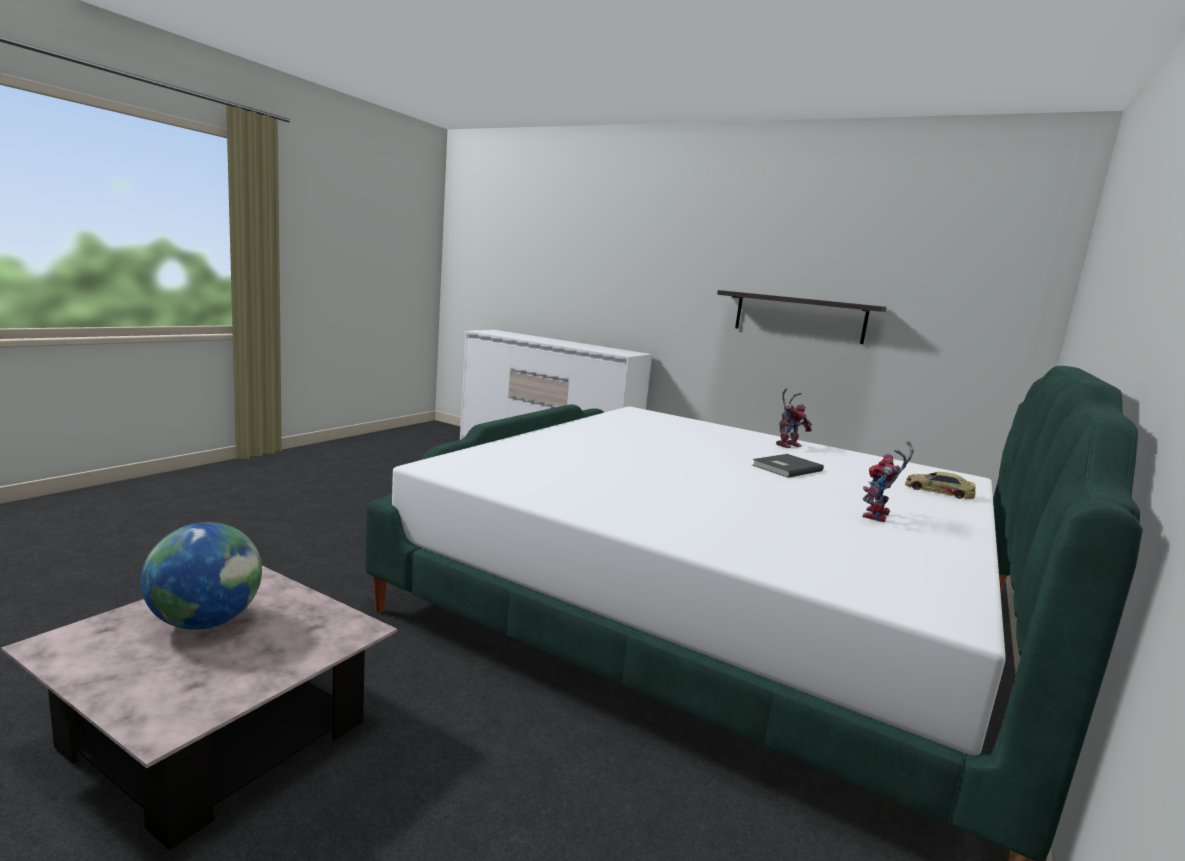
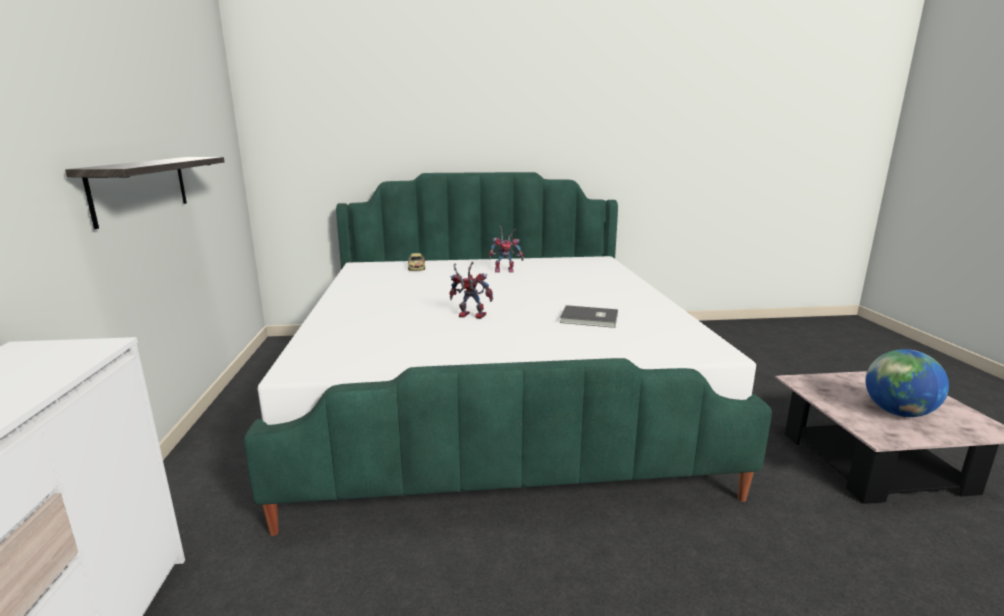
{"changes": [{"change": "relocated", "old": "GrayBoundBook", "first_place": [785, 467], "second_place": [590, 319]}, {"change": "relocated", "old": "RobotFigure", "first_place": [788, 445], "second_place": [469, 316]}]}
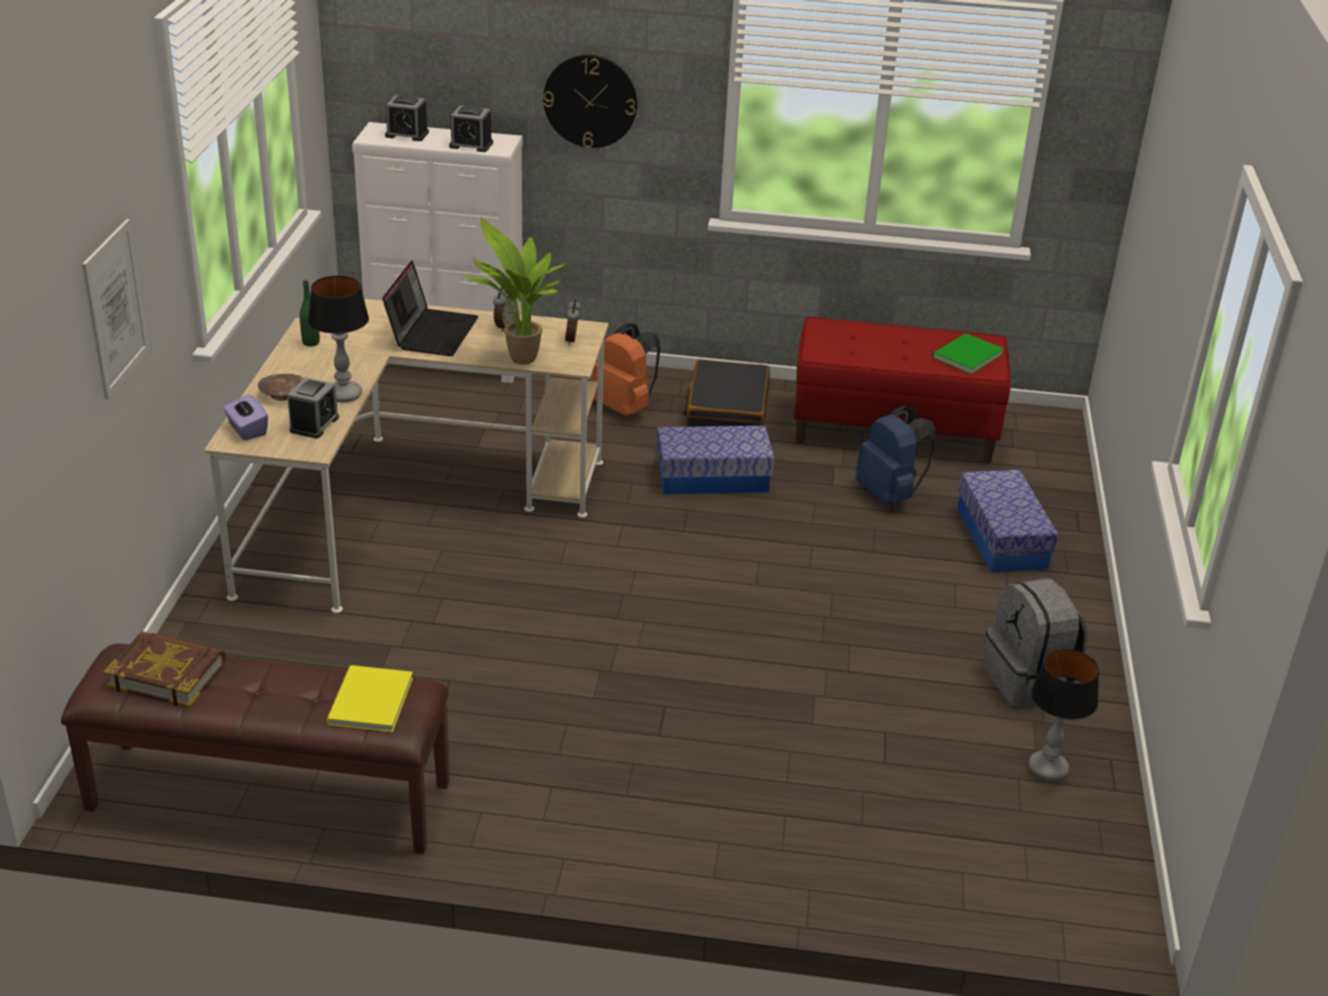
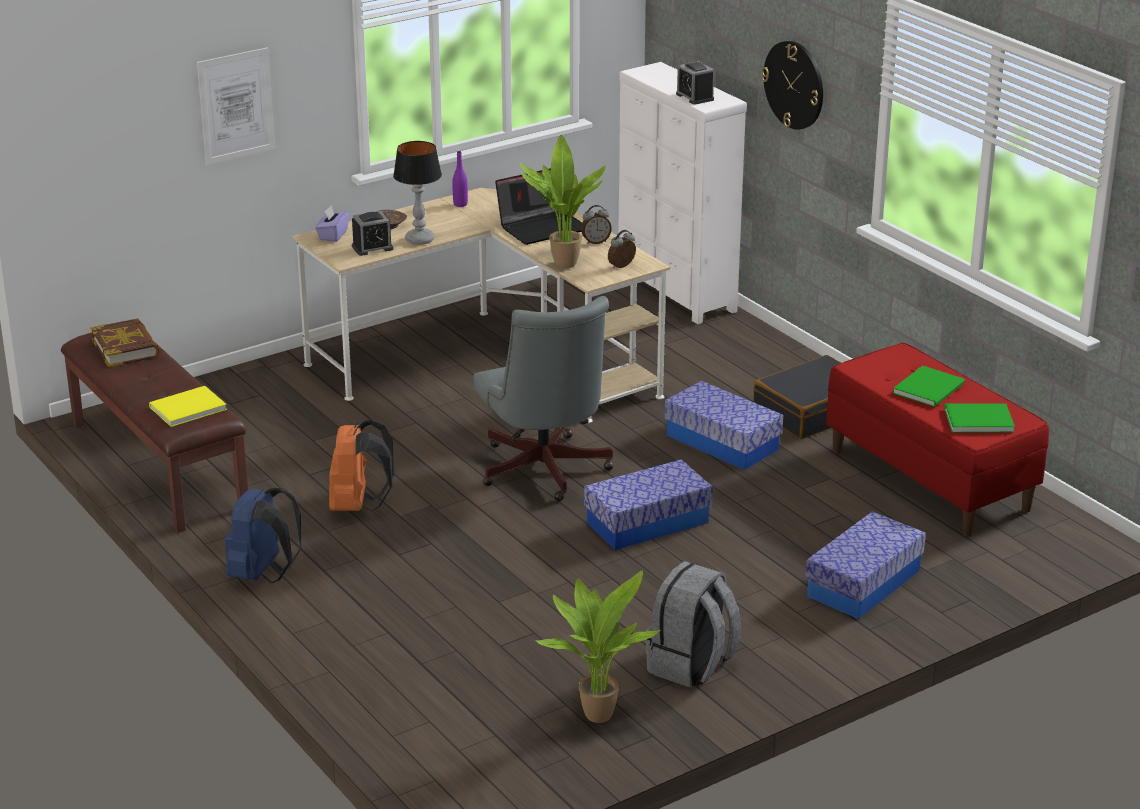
{"changes": [{"change": "colour", "old": "GreenishBottle", "new": "PurplishBottle", "first_place": [311, 342], "second_place": [460, 204]}, {"change": "missing", "old": "TableClock", "first_place": [407, 134]}, {"change": "relocated", "old": "OrangeyRucksack", "first_place": [625, 407], "second_place": [358, 506]}, {"change": "relocated", "old": "BlueColouredRucksack", "first_place": [890, 494], "second_place": [263, 575]}, {"change": "exchanged", "old": "LampForATable", "new": "Houseplant", "first_place": [1048, 769], "second_place": [596, 713]}, {"change": "appeared", "new": "GrayOfficeChair", "second_place": [545, 473]}, {"change": "appeared", "new": "StorageBin", "second_place": [647, 523]}, {"change": "appeared", "new": "GreenishBoundBook", "second_place": [931, 388]}]}
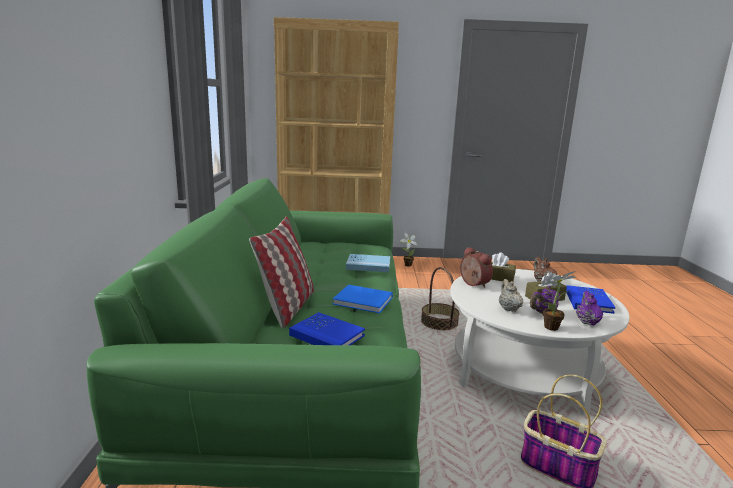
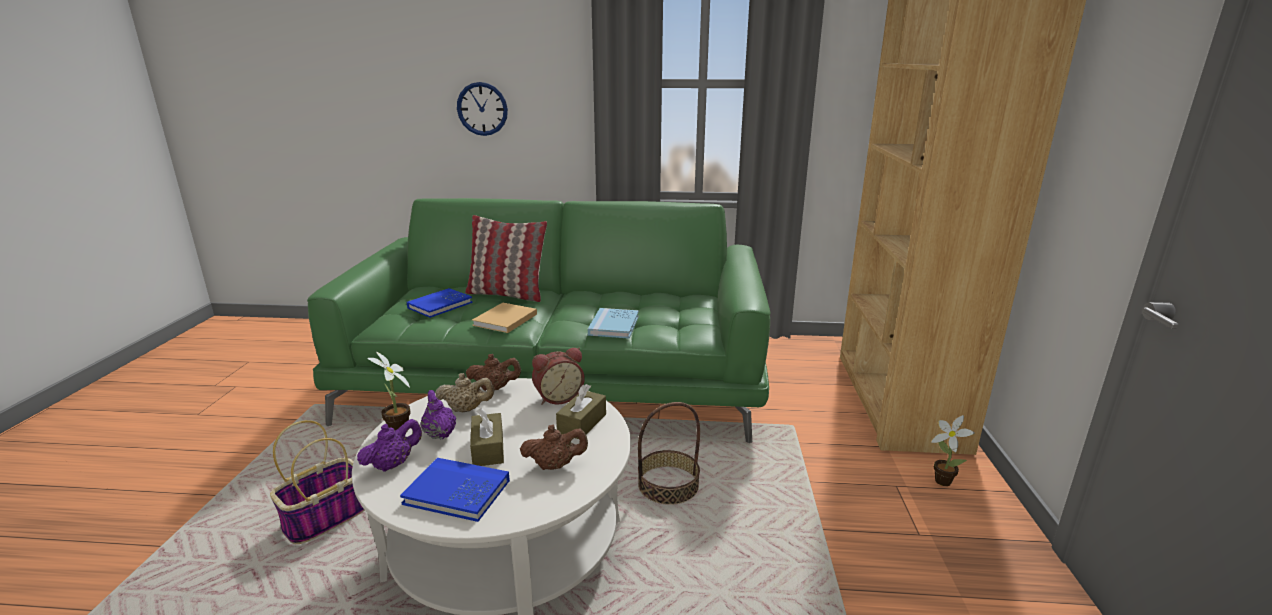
{"changes": [{"change": "colour", "old": "BlueColouredBoundBook", "new": "SandColouredBoundBook", "first_place": [364, 301], "second_place": [504, 320]}, {"change": "spun", "old": "PurplishTeaPot", "first_place": [587, 322], "second_place": [393, 464], "degrees": -60}, {"change": "appeared", "new": "WallClock", "second_place": [482, 109]}, {"change": "appeared", "new": "BrownishTeaPot", "second_place": [495, 388]}]}
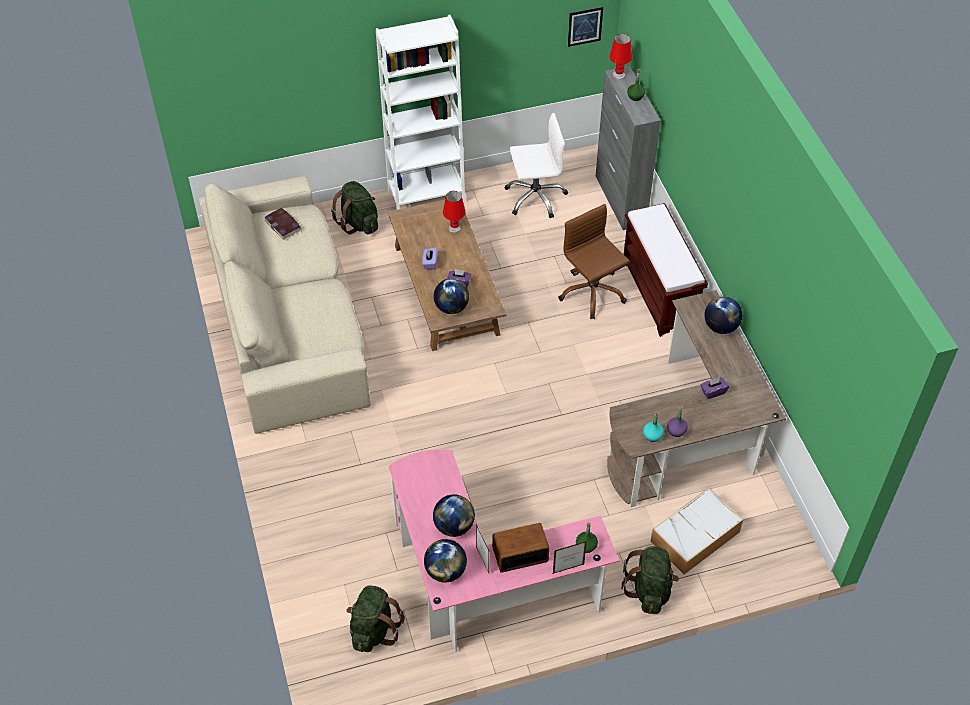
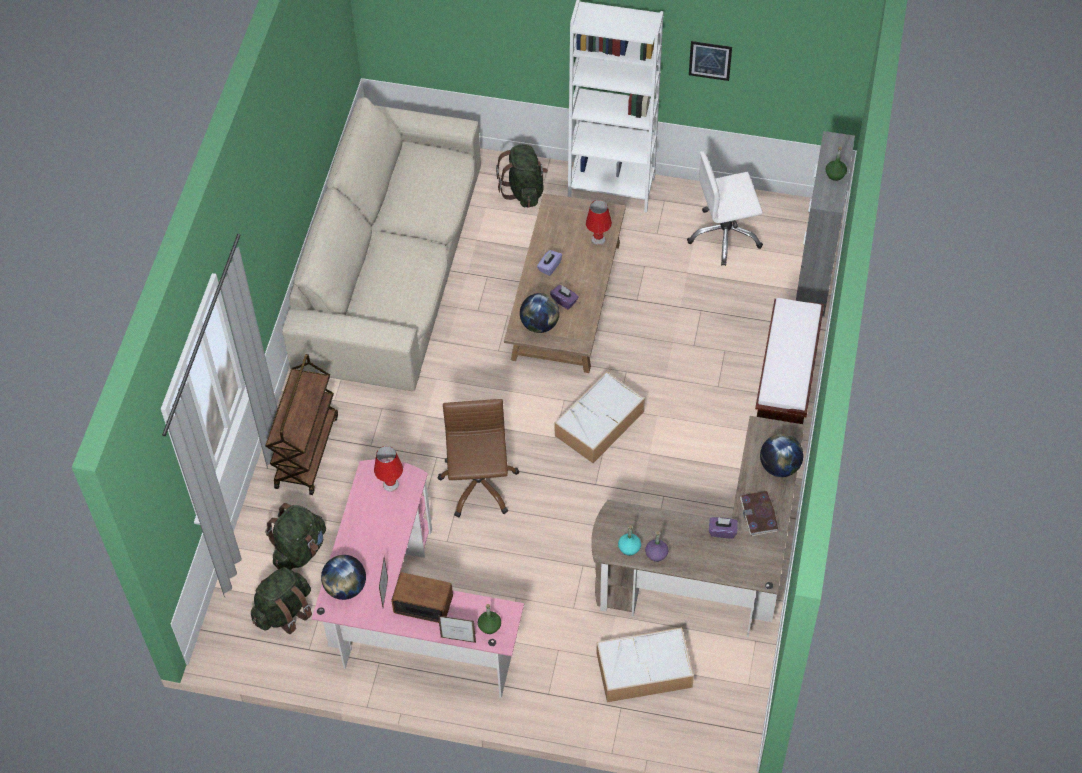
{"changes": [{"change": "relocated", "old": "BoundBook", "first_place": [283, 225], "second_place": [759, 515]}, {"change": "missing", "old": "DeskGlobe", "first_place": [454, 526]}, {"change": "spun", "old": "WhitishOfficeChair", "first_place": [535, 197], "second_place": [725, 236], "degrees": 150}, {"change": "relocated", "old": "BrownishOfficeChair", "first_place": [591, 293], "second_place": [478, 485]}, {"change": "relocated", "old": "WallPicture", "first_place": [585, 26], "second_place": [710, 60]}, {"change": "relocated", "old": "ReddishLampForATable", "first_place": [619, 75], "second_place": [391, 484]}, {"change": "relocated", "old": "GreenishRucksack", "first_place": [649, 590], "second_place": [300, 550]}, {"change": "appeared", "new": "BrownishTrolley", "second_place": [306, 451]}, {"change": "appeared", "new": "StorageBin", "second_place": [599, 424]}]}
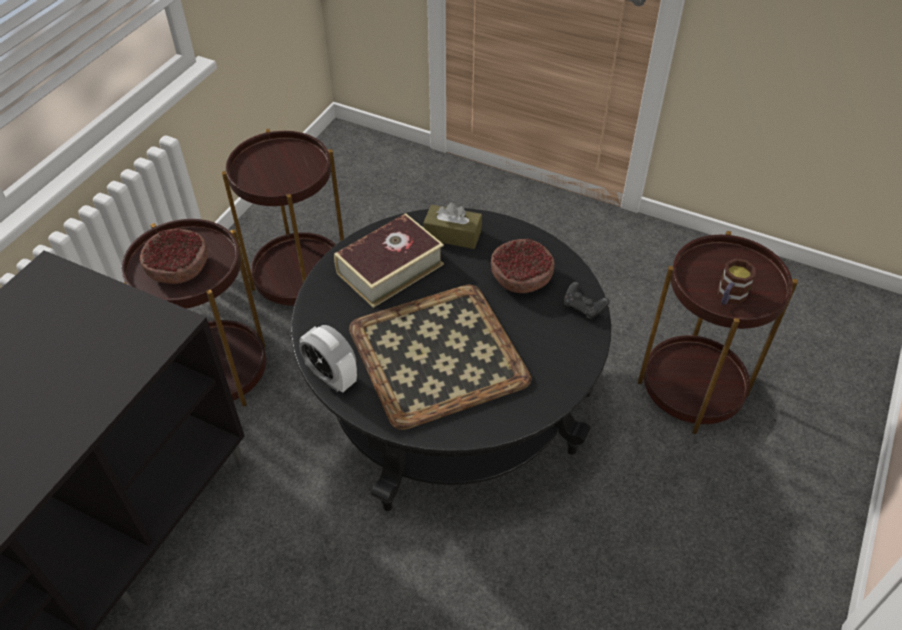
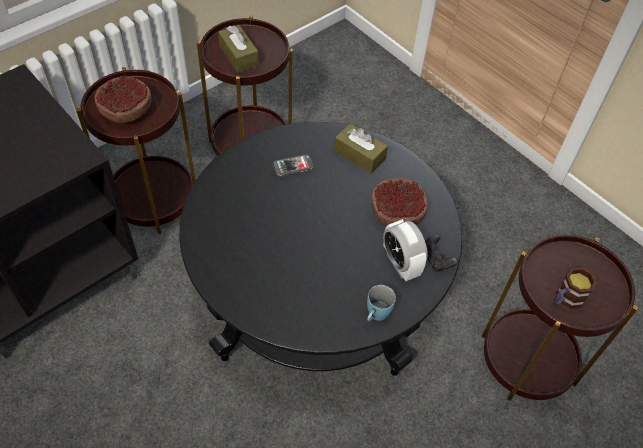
{"changes": [{"change": "relocated", "old": "TableClock", "first_place": [331, 377], "second_place": [400, 264]}, {"change": "exchanged", "old": "BoundBook", "new": "Phone", "first_place": [390, 268], "second_place": [293, 166]}, {"change": "missing", "old": "Tray", "first_place": [438, 353]}, {"change": "appeared", "new": "BrownishTissueBox", "second_place": [239, 56]}, {"change": "appeared", "new": "BlueColouredCoffeeMug", "second_place": [376, 315]}]}
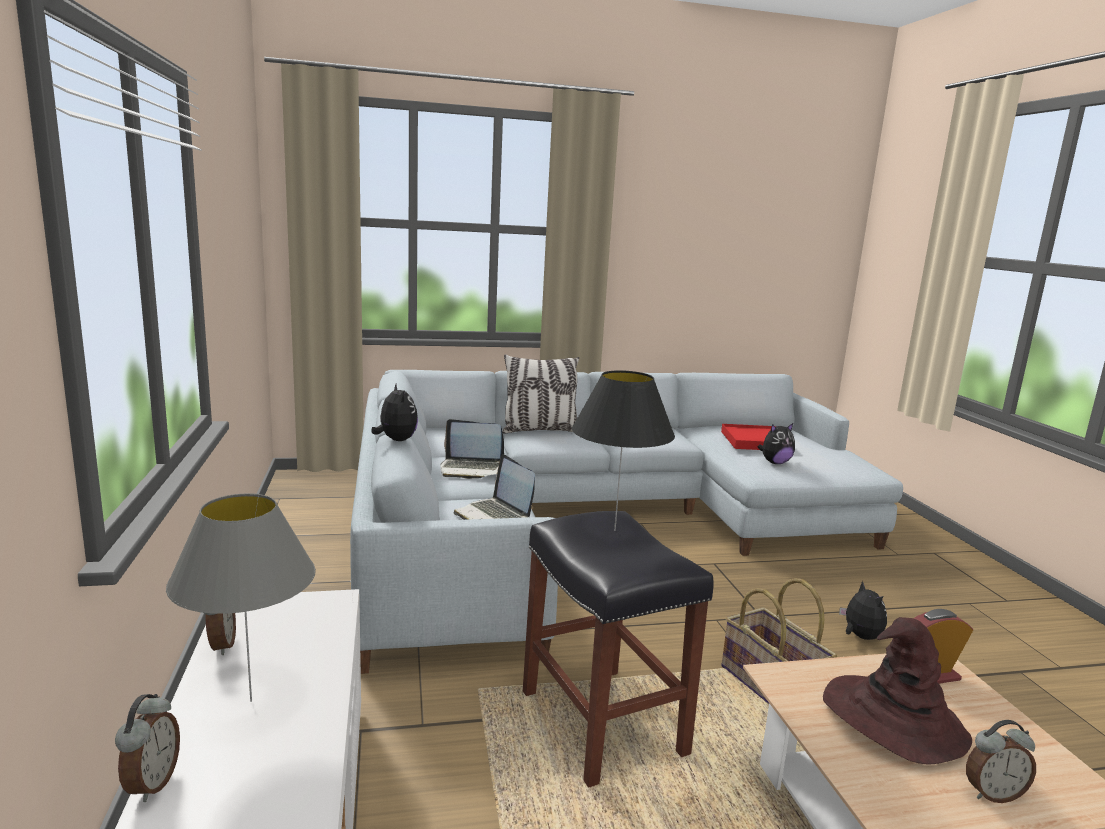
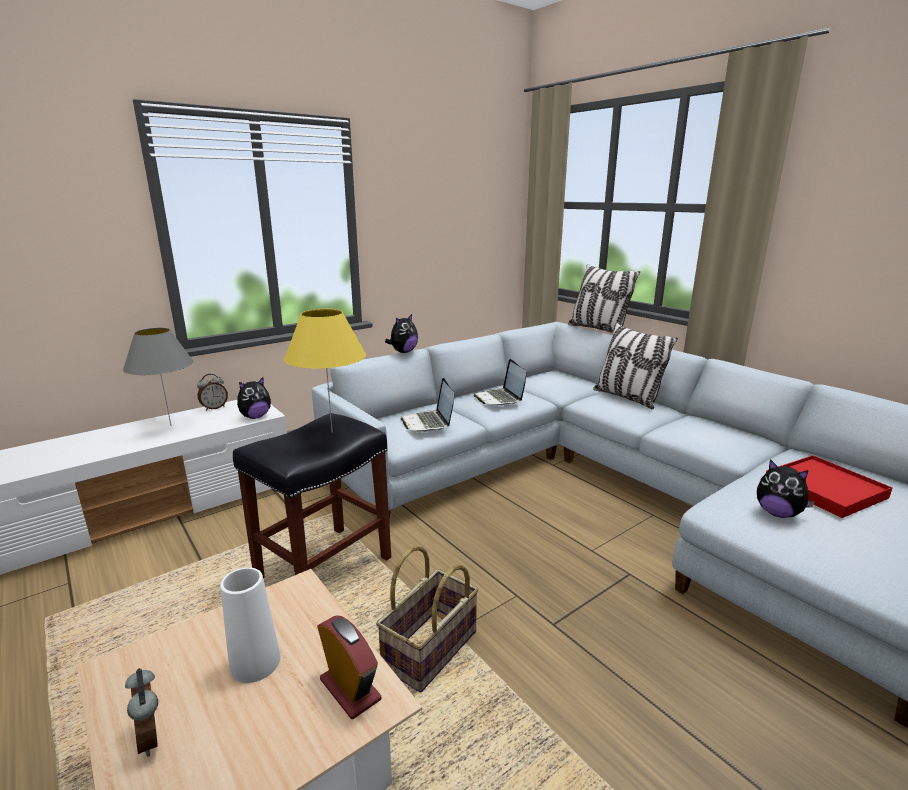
{"changes": [{"change": "missing", "old": "TableClock", "first_place": [151, 783]}, {"change": "spun", "old": "Laptop", "first_place": [494, 515], "second_place": [428, 423], "degrees": -45}, {"change": "colour", "old": "BlackColouredLampForATable", "new": "YellowLampForATable", "first_place": [614, 530], "second_place": [331, 432]}, {"change": "exchanged", "old": "BrownishWearableHat", "new": "WhitishFlowerVase", "first_place": [892, 720], "second_place": [255, 662]}, {"change": "relocated", "old": "SoftToy", "first_place": [859, 636], "second_place": [255, 416]}, {"change": "appeared", "new": "Cushion", "second_place": [598, 329]}]}
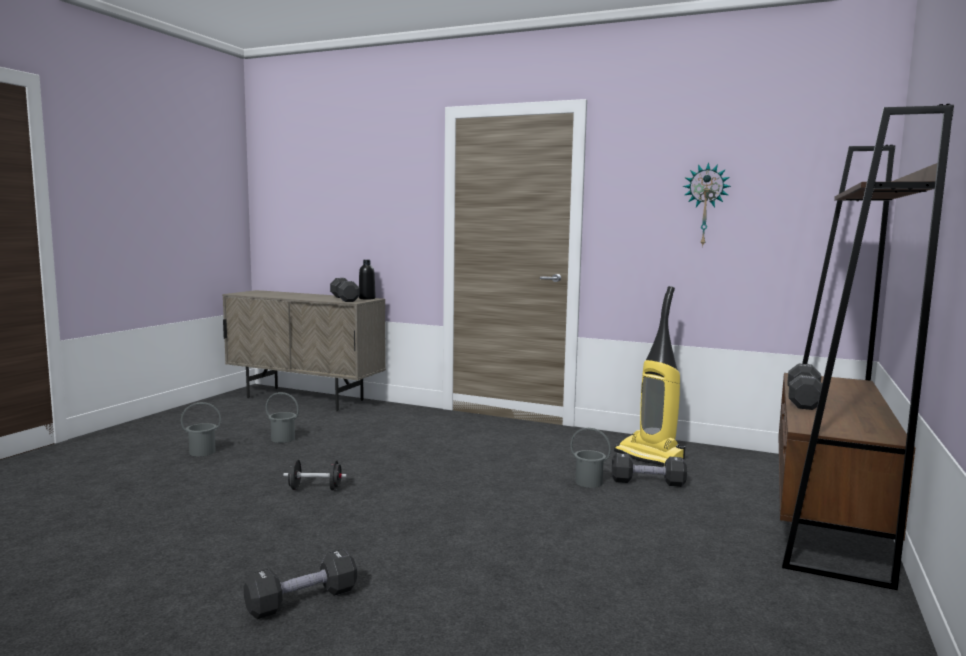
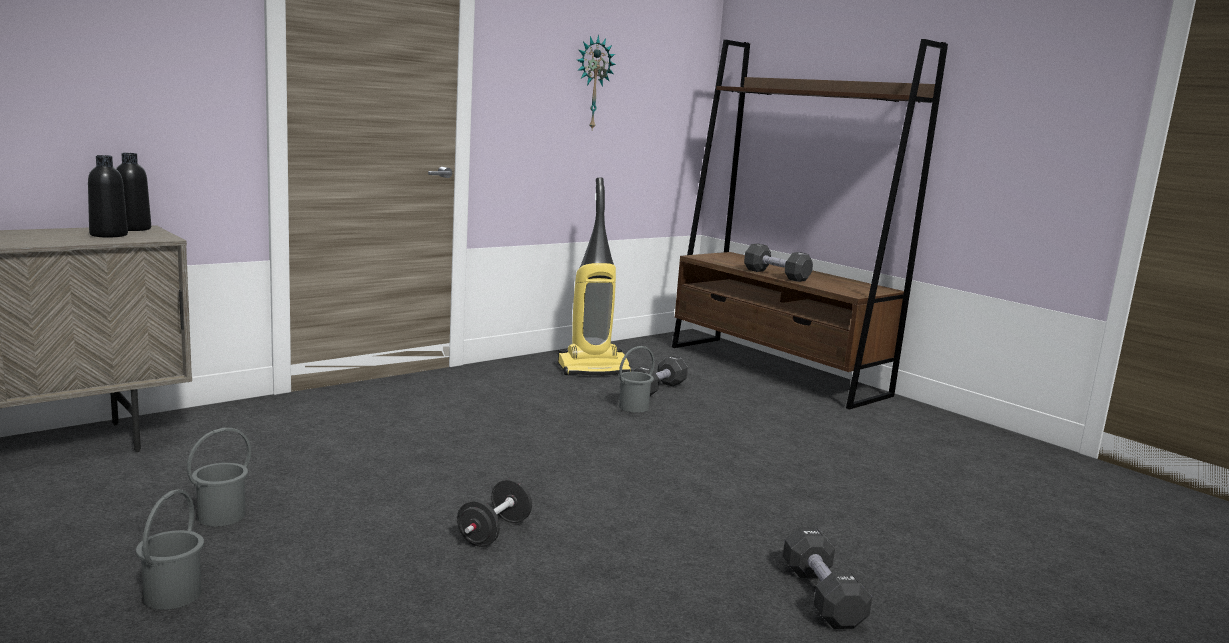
{"changes": [{"change": "exchanged", "old": "BlackColouredFreeWeight", "new": "BlackColouredBottle", "first_place": [344, 299], "second_place": [108, 235]}]}
